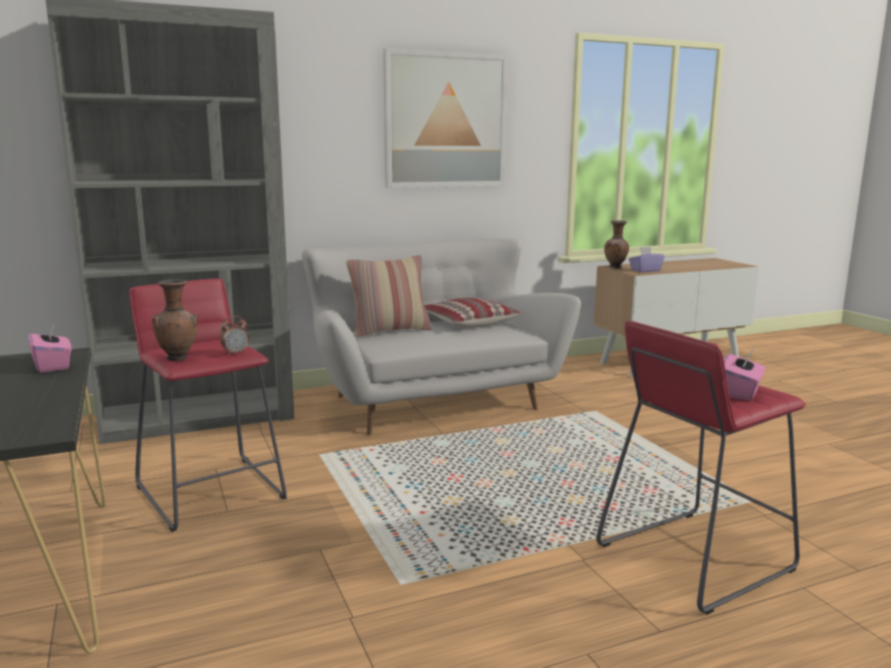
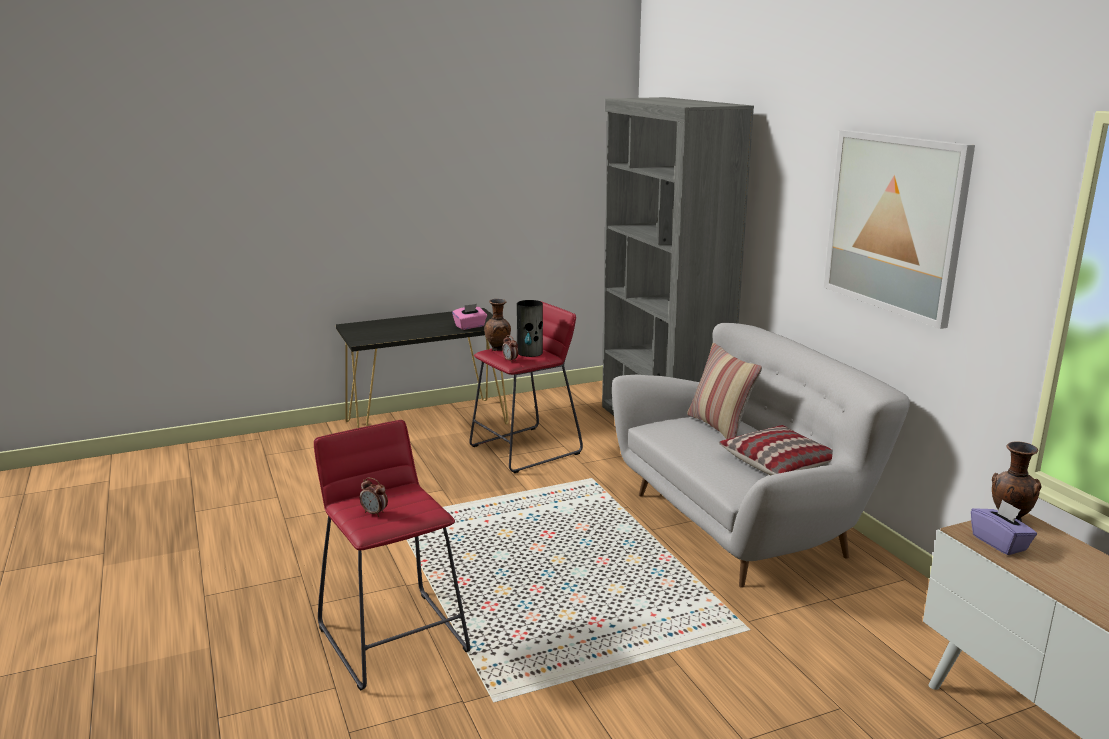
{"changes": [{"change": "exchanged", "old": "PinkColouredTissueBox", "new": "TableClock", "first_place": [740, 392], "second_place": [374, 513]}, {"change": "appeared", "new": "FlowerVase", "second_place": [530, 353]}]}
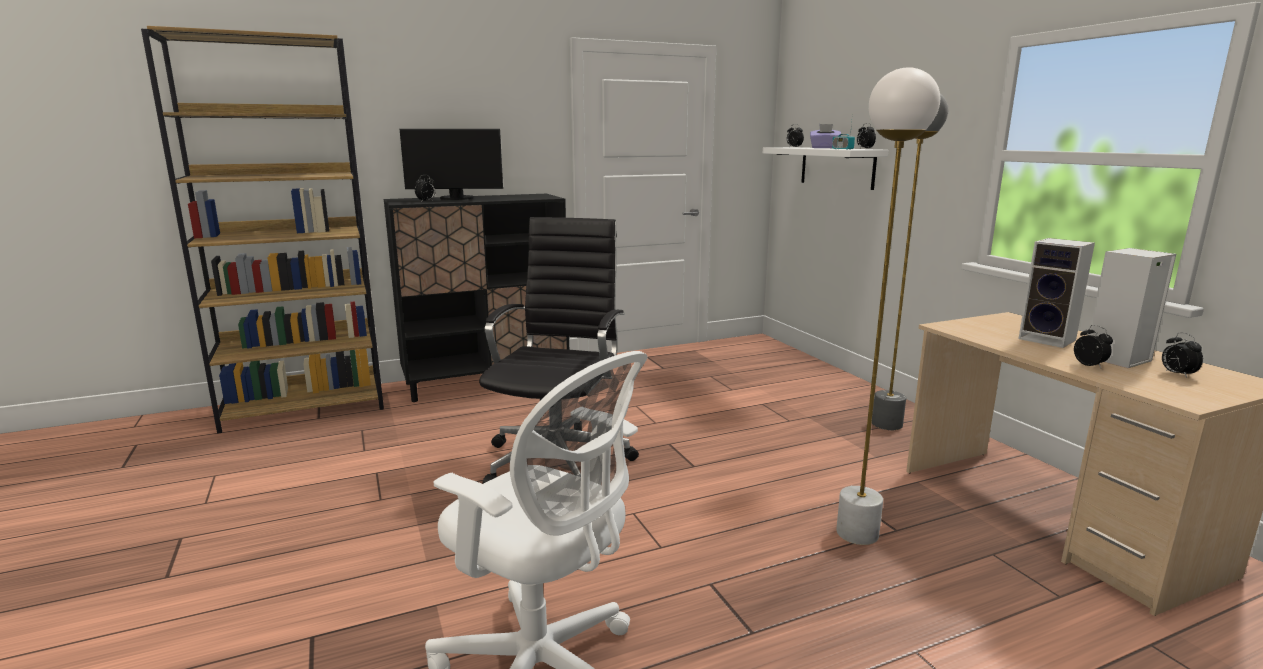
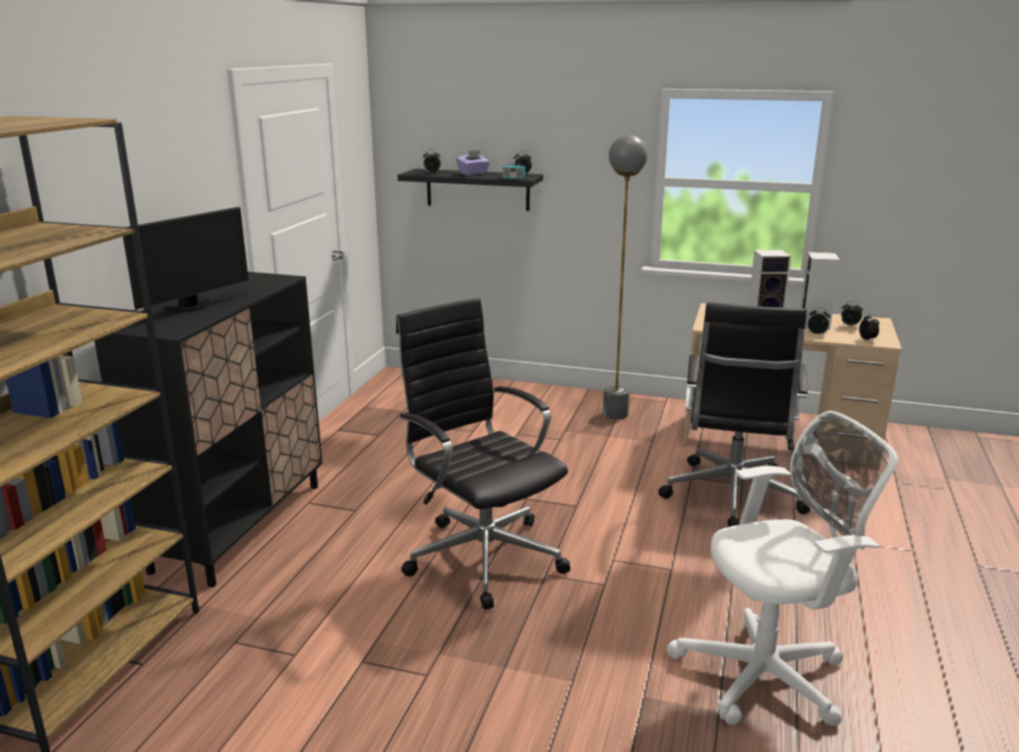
{"changes": [{"change": "relocated", "old": "TableClock", "first_place": [426, 201], "second_place": [867, 339]}, {"change": "colour", "old": "WhitishShelf", "new": "BlackColouredShelf", "first_place": [837, 167], "second_place": [477, 189]}, {"change": "exchanged", "old": "WhitishFloorLamp", "new": "BlackColouredOfficeChair", "first_place": [857, 533], "second_place": [731, 497]}]}
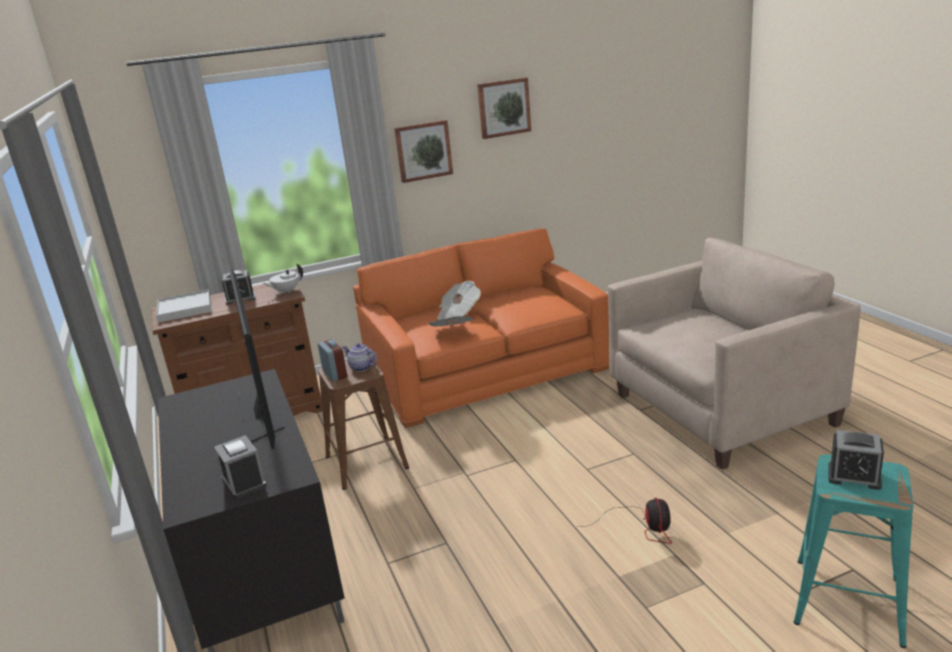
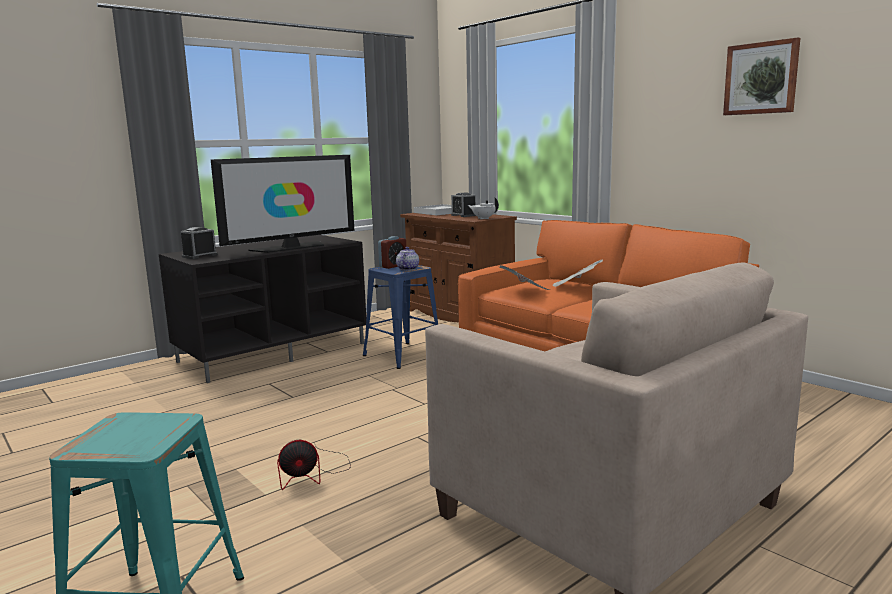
{"changes": [{"change": "colour", "old": "BrownishStool", "new": "BlueColouredStool", "first_place": [365, 462], "second_place": [402, 355]}, {"change": "missing", "old": "WallPicture", "first_place": [423, 151]}, {"change": "missing", "old": "TableClock", "first_place": [854, 477]}]}
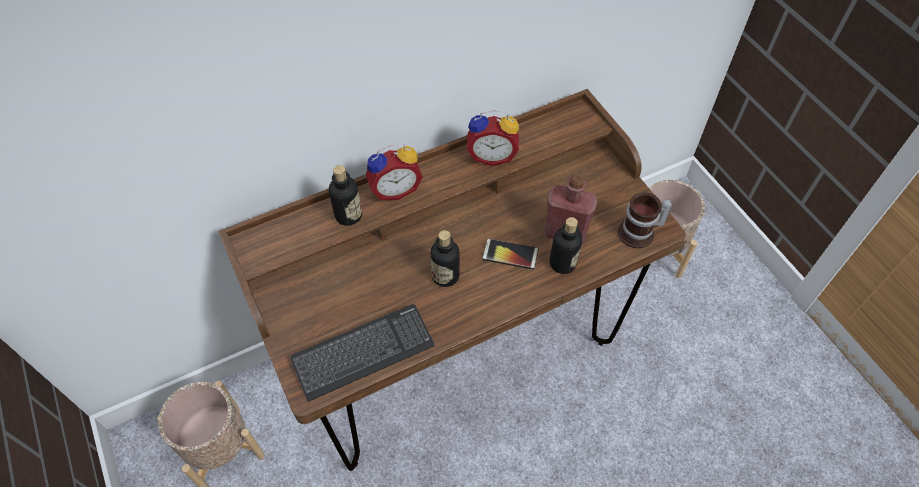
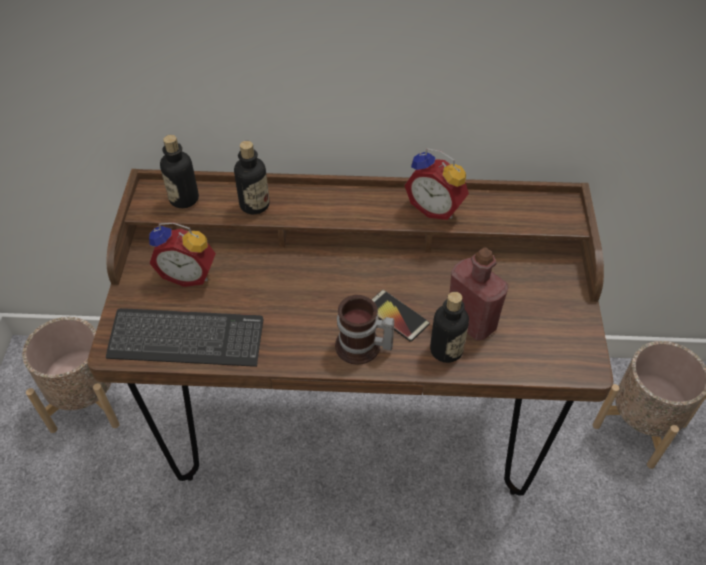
{"changes": [{"change": "relocated", "old": "TableClock", "first_place": [394, 189], "second_place": [189, 274]}, {"change": "relocated", "old": "Bottle", "first_place": [445, 276], "second_place": [184, 199]}, {"change": "relocated", "old": "CoffeeMug", "first_place": [640, 233], "second_place": [362, 348]}]}
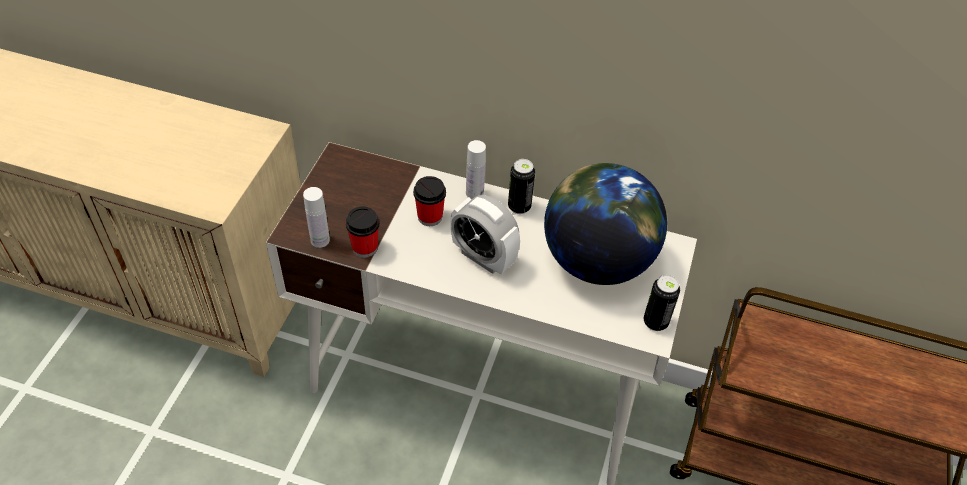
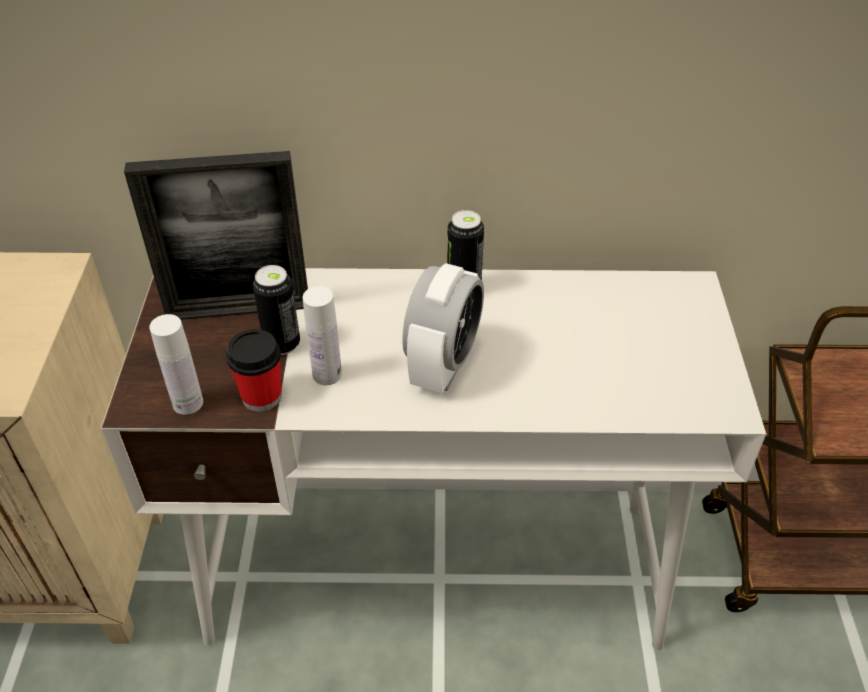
{"changes": [{"change": "missing", "old": "DrinkingCup", "first_place": [430, 217]}, {"change": "spun", "old": "TableClock", "first_place": [483, 257], "second_place": [443, 365], "degrees": -90}, {"change": "relocated", "old": "WhitishBottle", "first_place": [474, 193], "second_place": [327, 374]}, {"change": "missing", "old": "DeskGlobe", "first_place": [596, 260]}, {"change": "relocated", "old": "MetalCan", "first_place": [655, 322], "second_place": [282, 344]}, {"change": "appeared", "new": "StandingFrame", "second_place": [238, 309]}]}
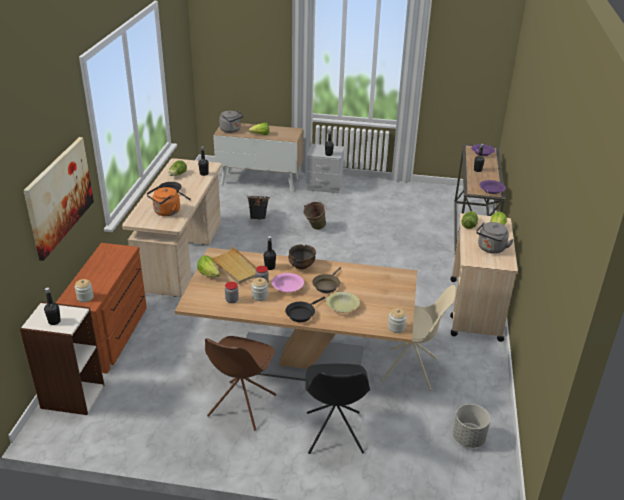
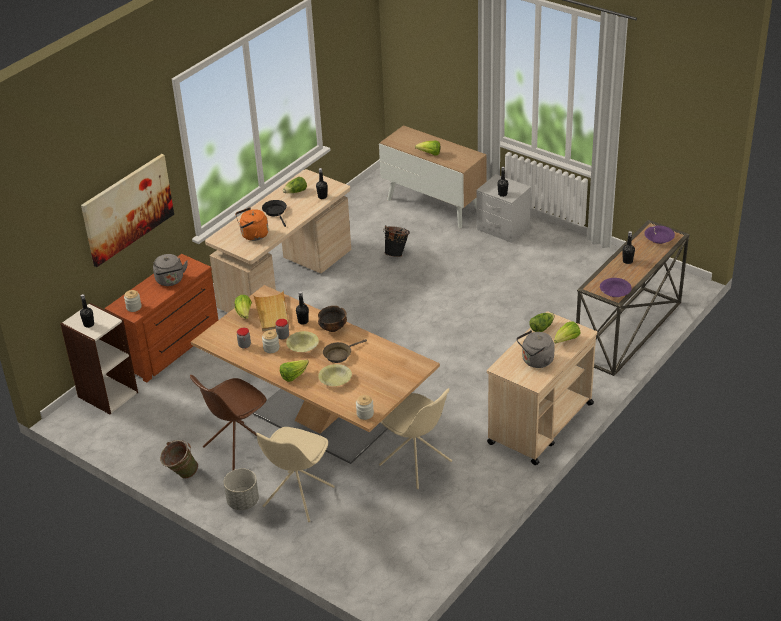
{"changes": [{"change": "relocated", "old": "GrayWaterKettle", "first_place": [231, 130], "second_place": [170, 281]}, {"change": "colour", "old": "PinkColouredServingBowl", "new": "YellowServingBowl", "first_place": [287, 287], "second_place": [303, 346]}, {"change": "exchanged", "old": "BlackColouredSkillet", "new": "Lettuce", "first_place": [302, 314], "second_place": [293, 376]}, {"change": "relocated", "old": "GreenishPail", "first_place": [314, 228], "second_place": [181, 475]}, {"change": "colour", "old": "BlackColouredChair", "new": "SandColouredChair", "first_place": [334, 433], "second_place": [297, 498]}, {"change": "relocated", "old": "GrayPlantPot", "first_place": [468, 438], "second_place": [242, 502]}]}
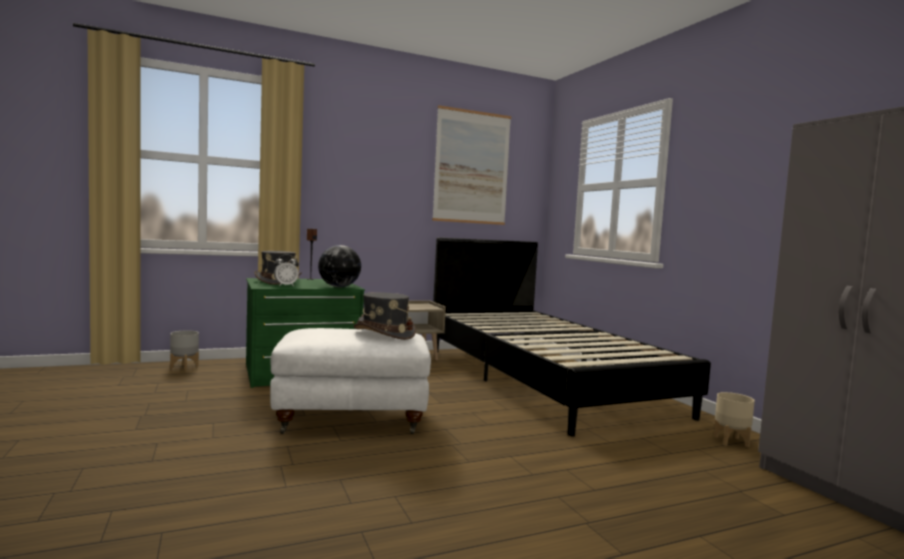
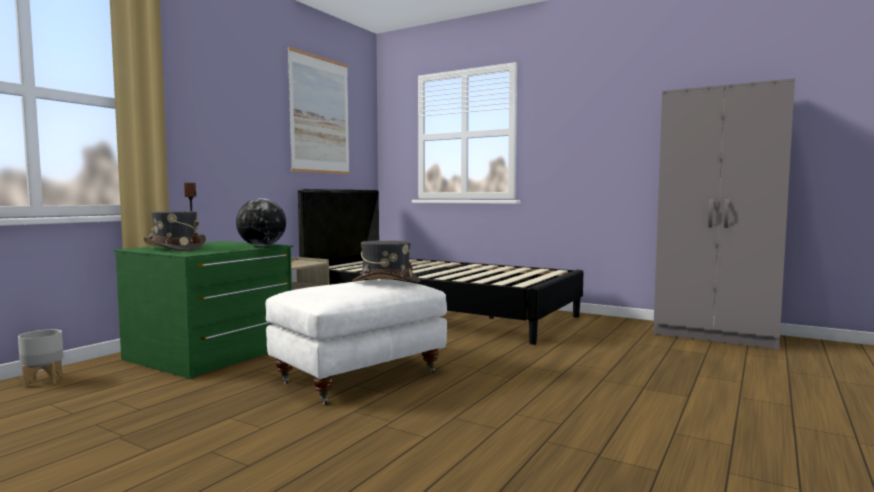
{"changes": [{"change": "missing", "old": "TableClock", "first_place": [285, 286]}, {"change": "missing", "old": "SandColouredPlantPot", "first_place": [731, 441]}]}
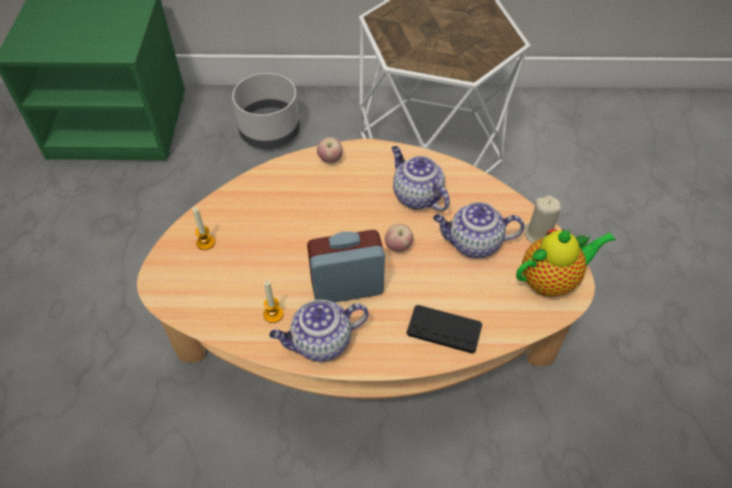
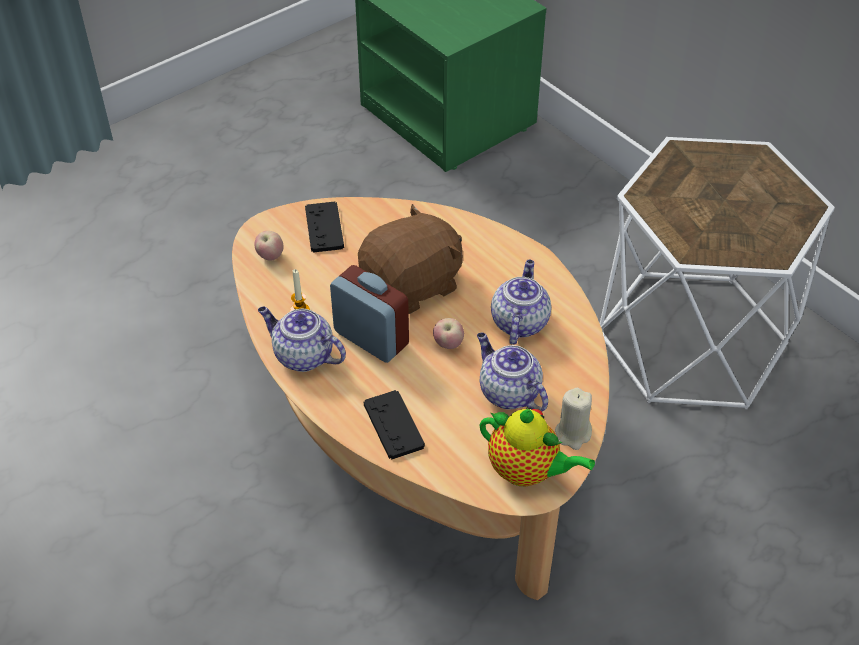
{"changes": [{"change": "exchanged", "old": "WaxLight", "new": "BlackColouredGameController", "first_place": [205, 243], "second_place": [324, 228]}, {"change": "missing", "old": "GrayPlantPot", "first_place": [270, 132]}, {"change": "relocated", "old": "AppleFruit", "first_place": [330, 159], "second_place": [270, 256]}, {"change": "appeared", "new": "BrownishSoftToy", "second_place": [413, 285]}]}
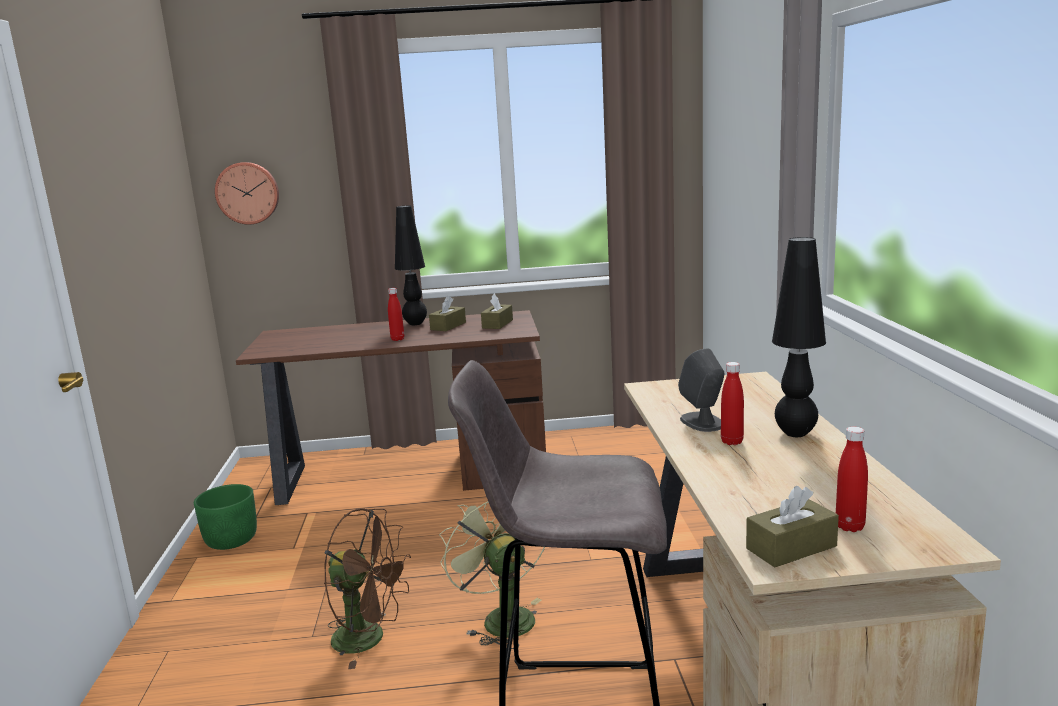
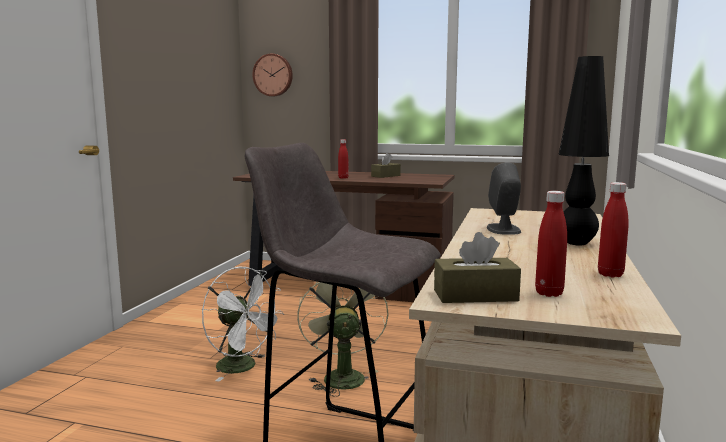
{"changes": [{"change": "missing", "old": "GreenishPlantPot", "first_place": [231, 540]}, {"change": "colour", "old": "BrownishCoolingFan", "new": "WhitishCoolingFan", "first_place": [370, 639], "second_place": [243, 368]}, {"change": "missing", "old": "BlackColouredLampForATable", "first_place": [415, 324]}, {"change": "missing", "old": "BrownishTissueBox", "first_place": [497, 324]}, {"change": "relocated", "old": "ReddishBottle", "first_place": [732, 442], "second_place": [610, 274]}]}
